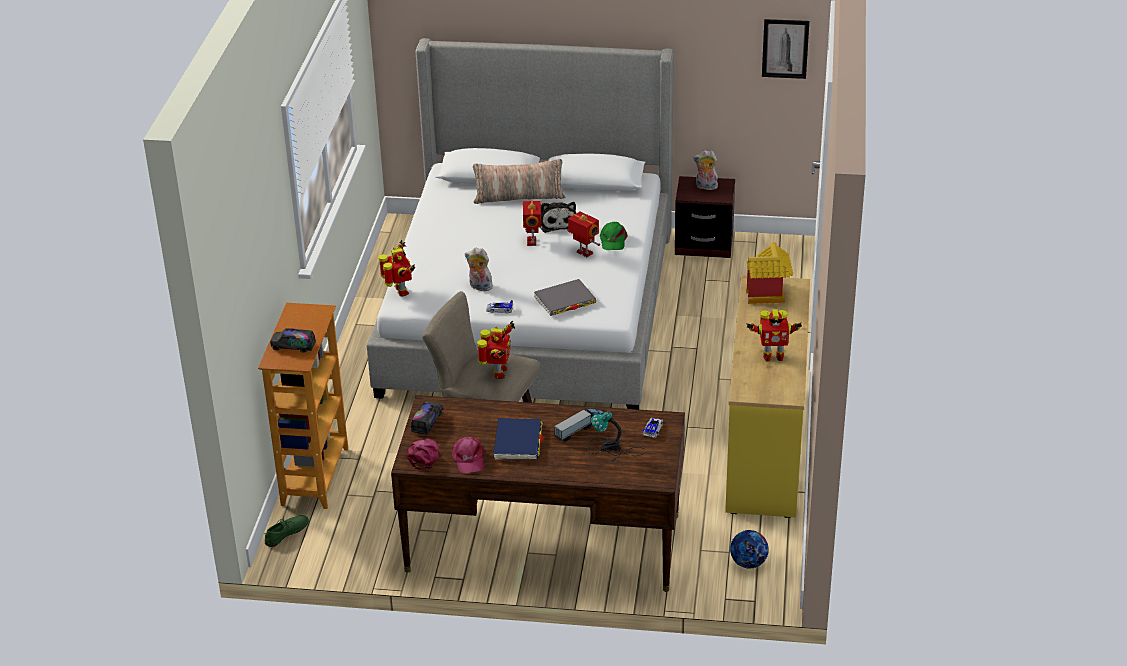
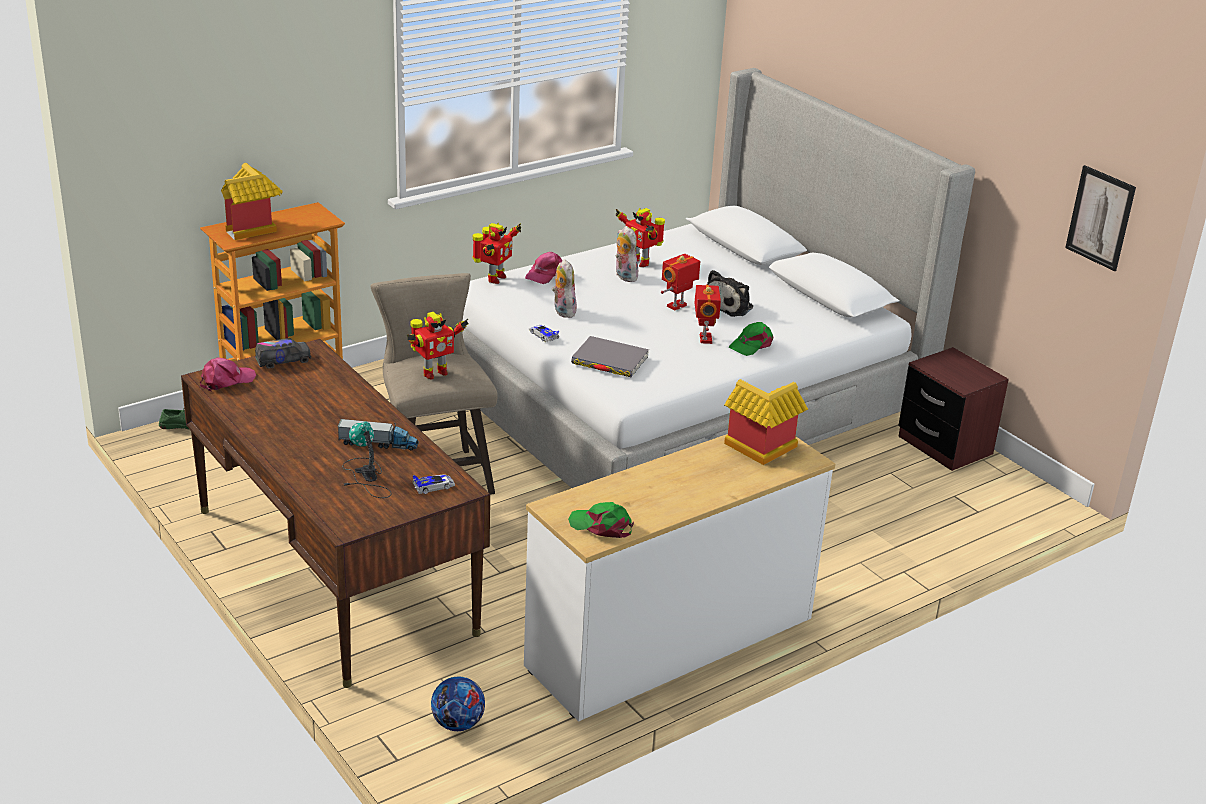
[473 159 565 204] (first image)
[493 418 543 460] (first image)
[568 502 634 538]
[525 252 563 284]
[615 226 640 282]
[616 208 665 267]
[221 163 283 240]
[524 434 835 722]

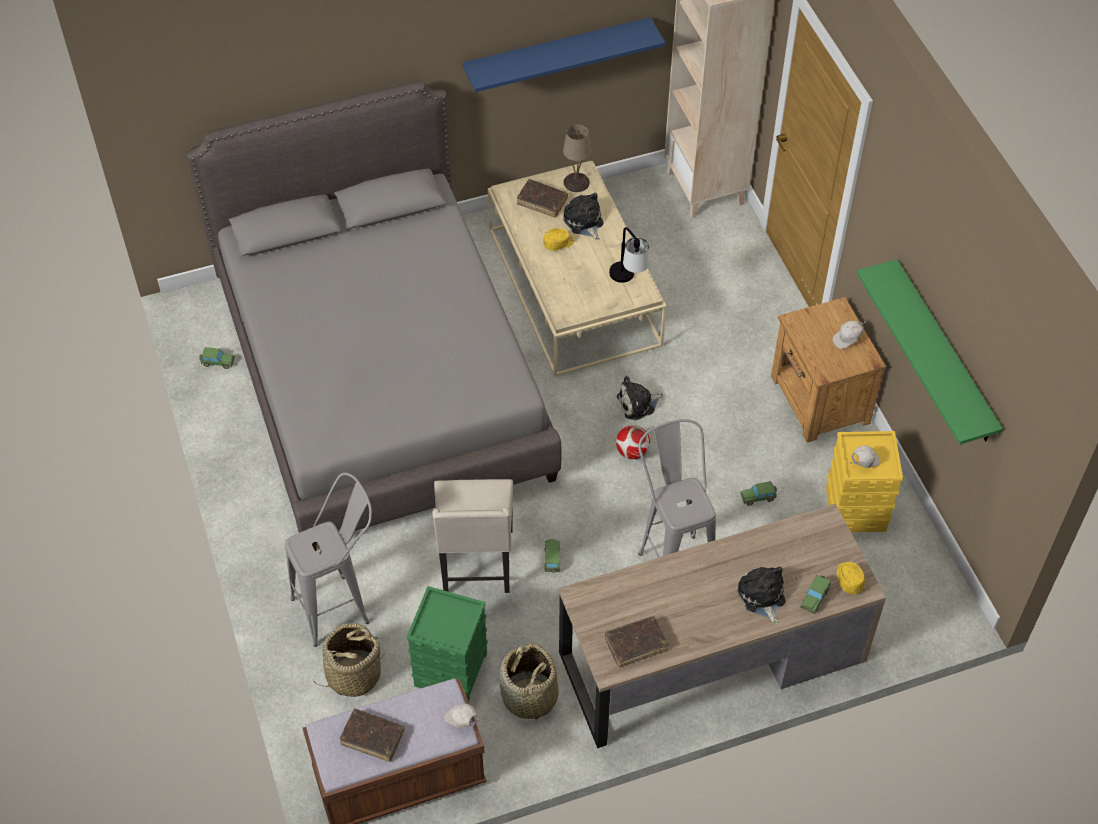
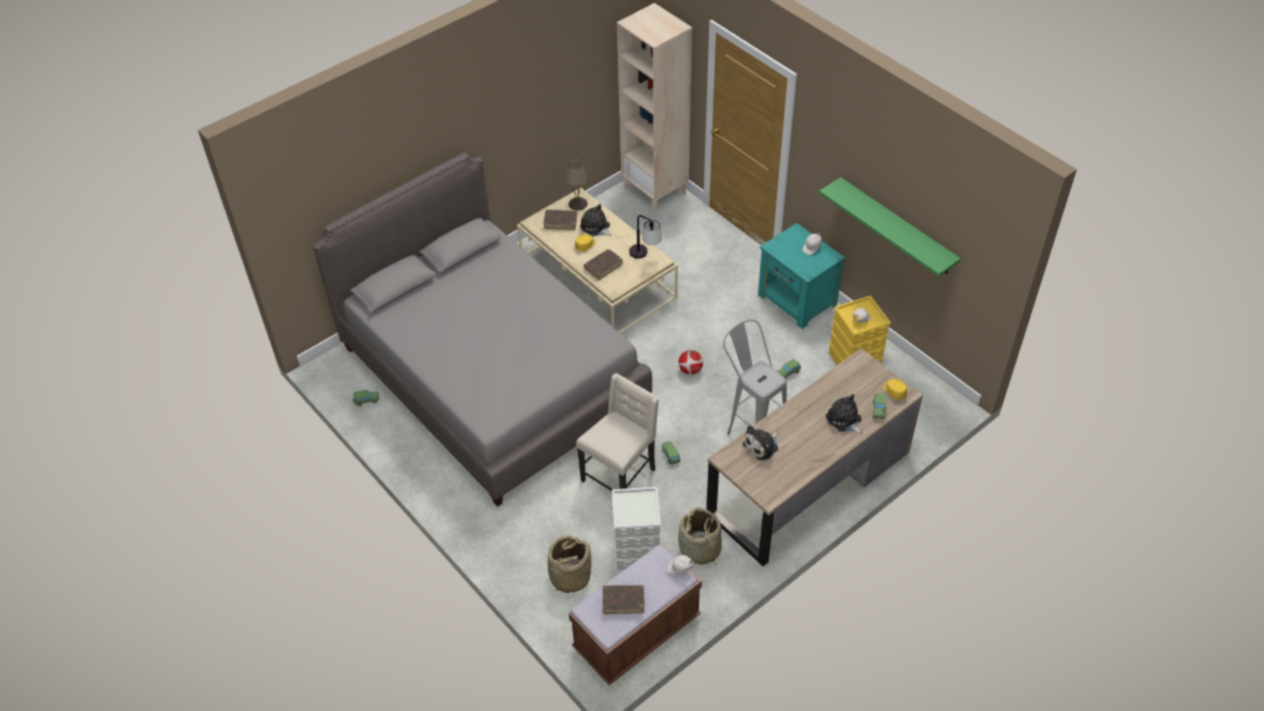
[285 472 372 647] (first image)
[462 17 665 92] (first image)
[584 249 623 280]
[742 425 778 461]
[612 487 661 570]
[758 223 845 329]
[576 373 659 491]

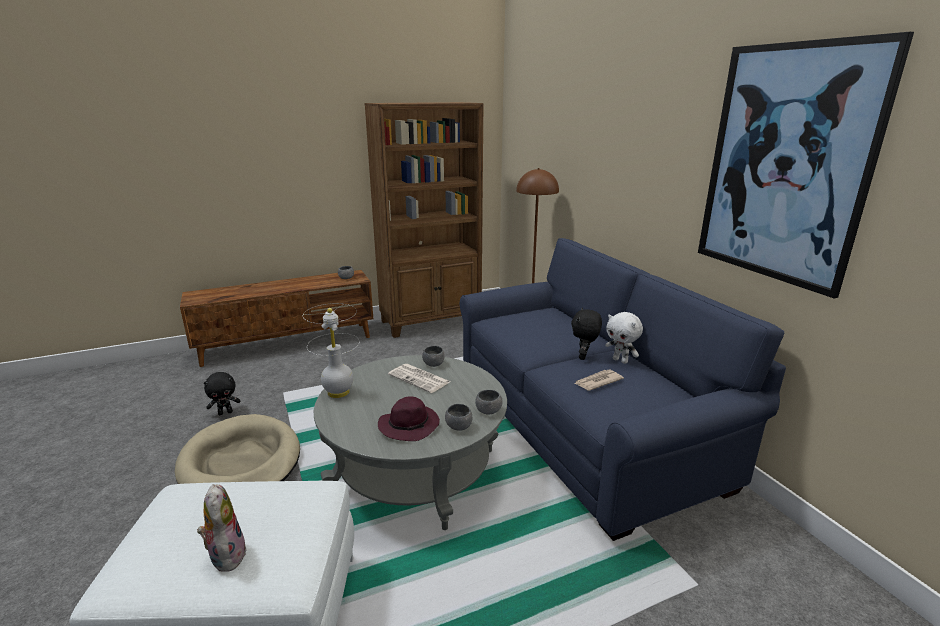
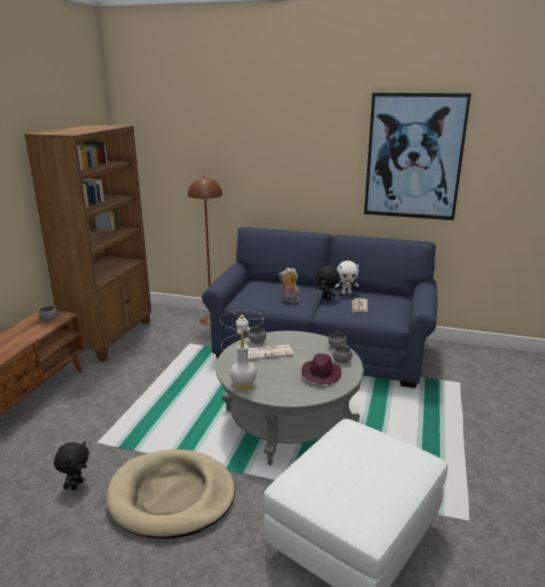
[279 268 299 303]

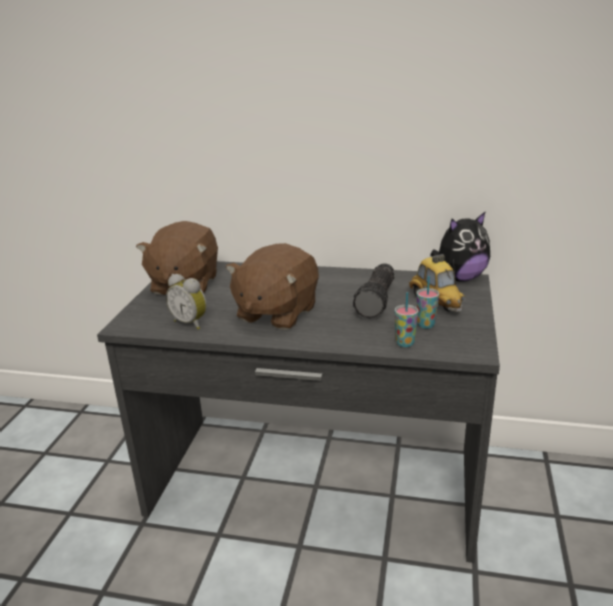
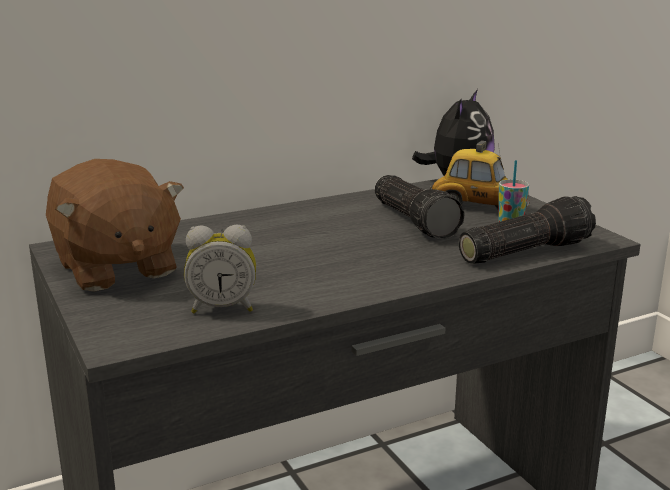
[226 243 319 330] (first image)
[458 196 596 264]

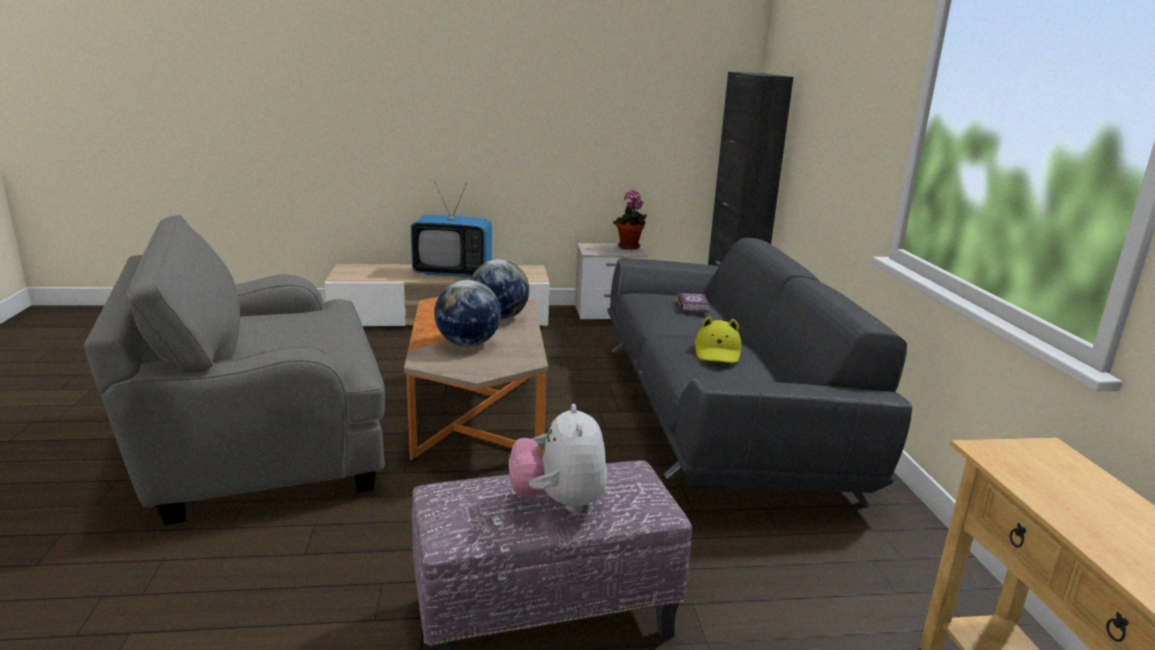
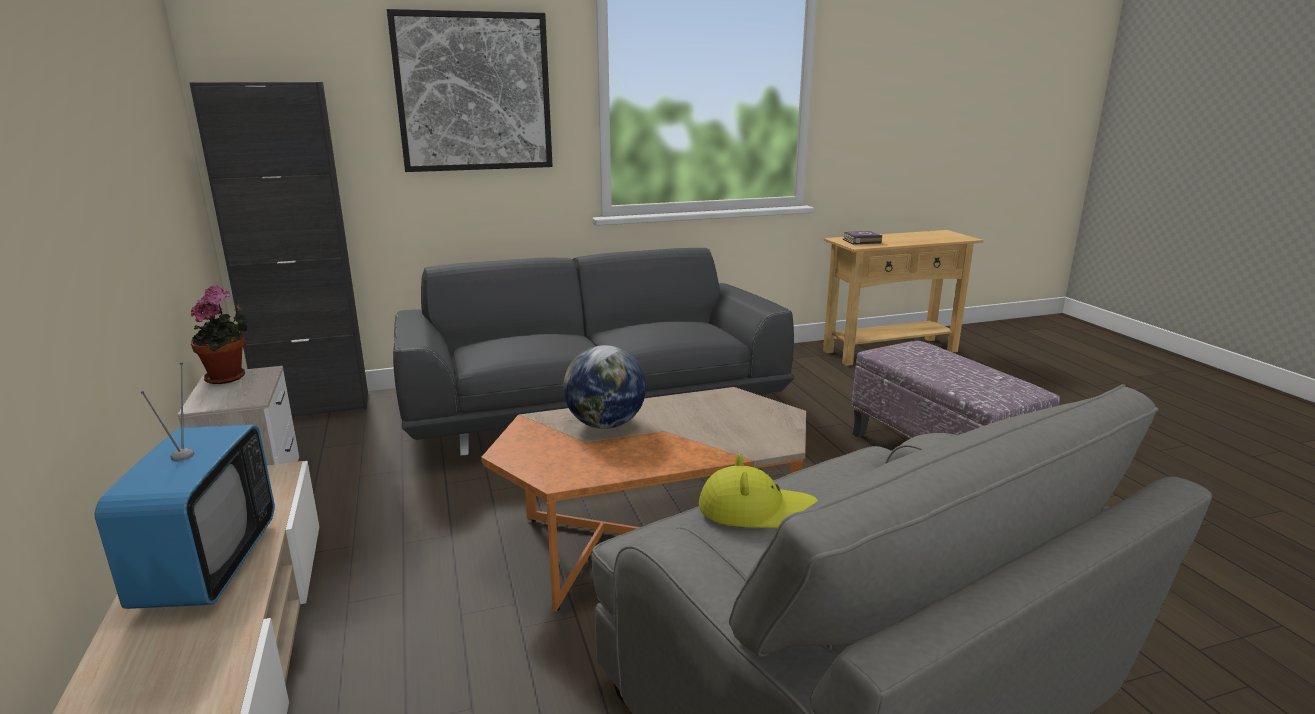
[434 280 501 347] (first image)
[509 404 607 512] (first image)
[387 9 553 172]
[842 231 882 245]
[699 454 818 528]

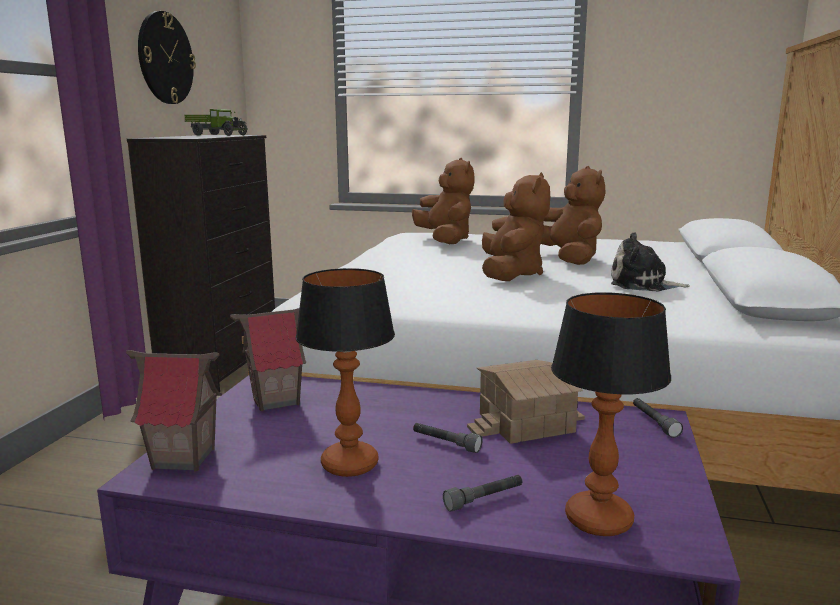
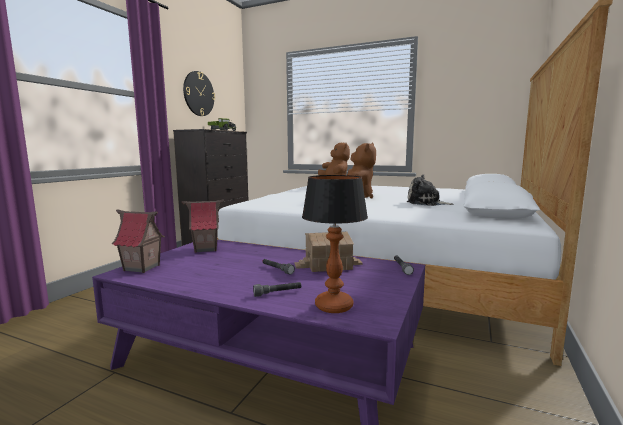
[296 268 395 477] (first image)
[541 166 605 265] (first image)

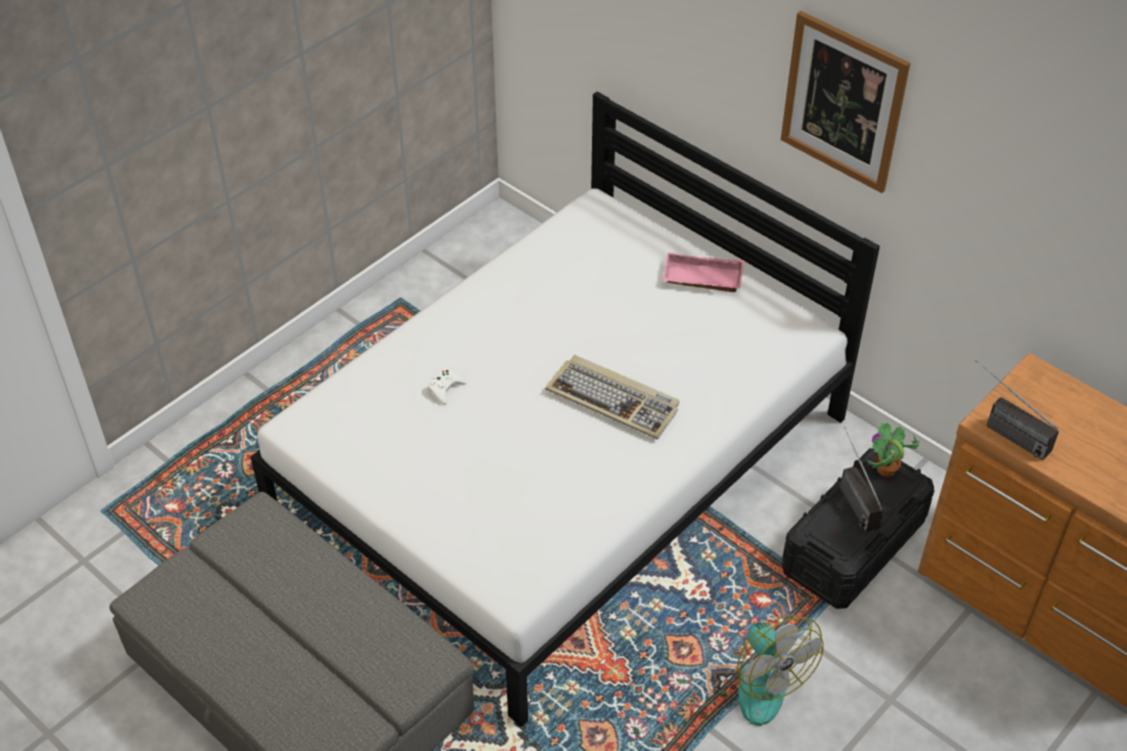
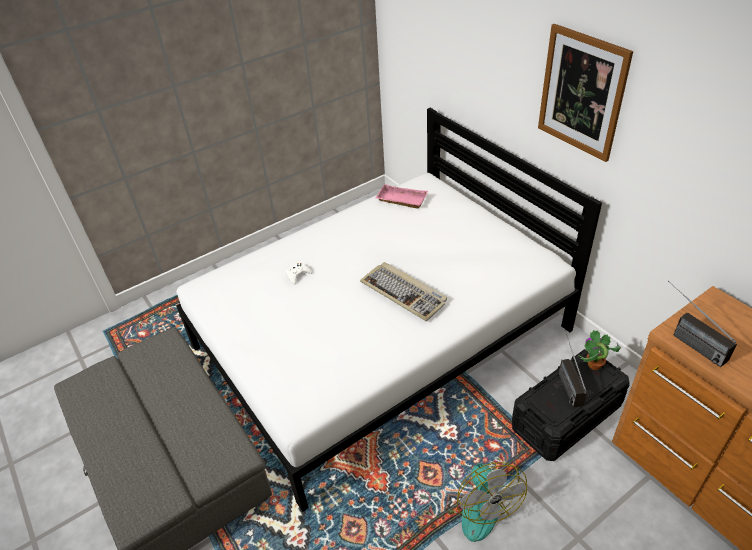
[375 184 428 209]

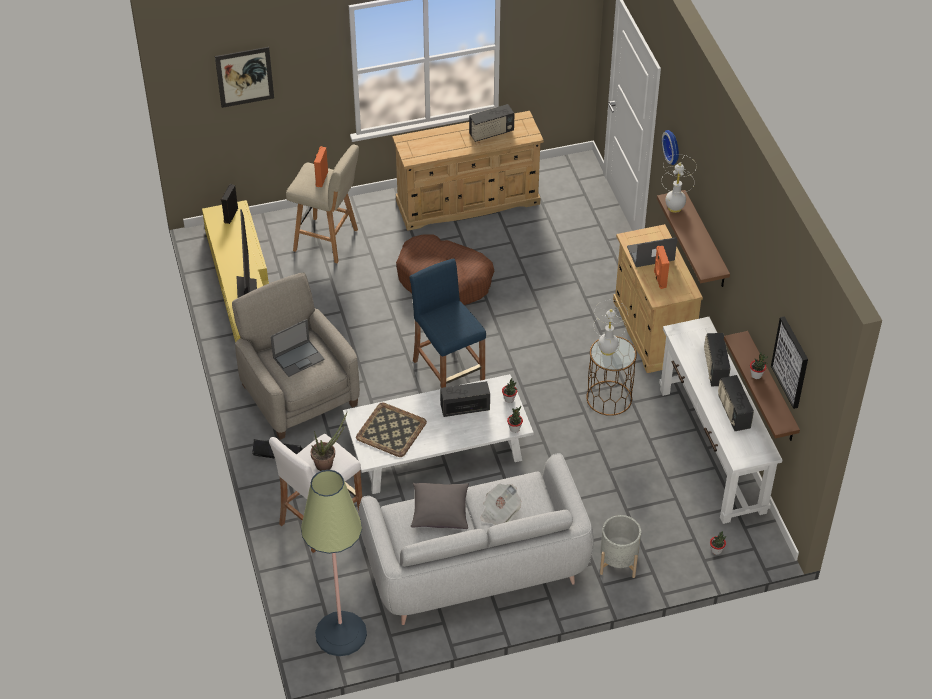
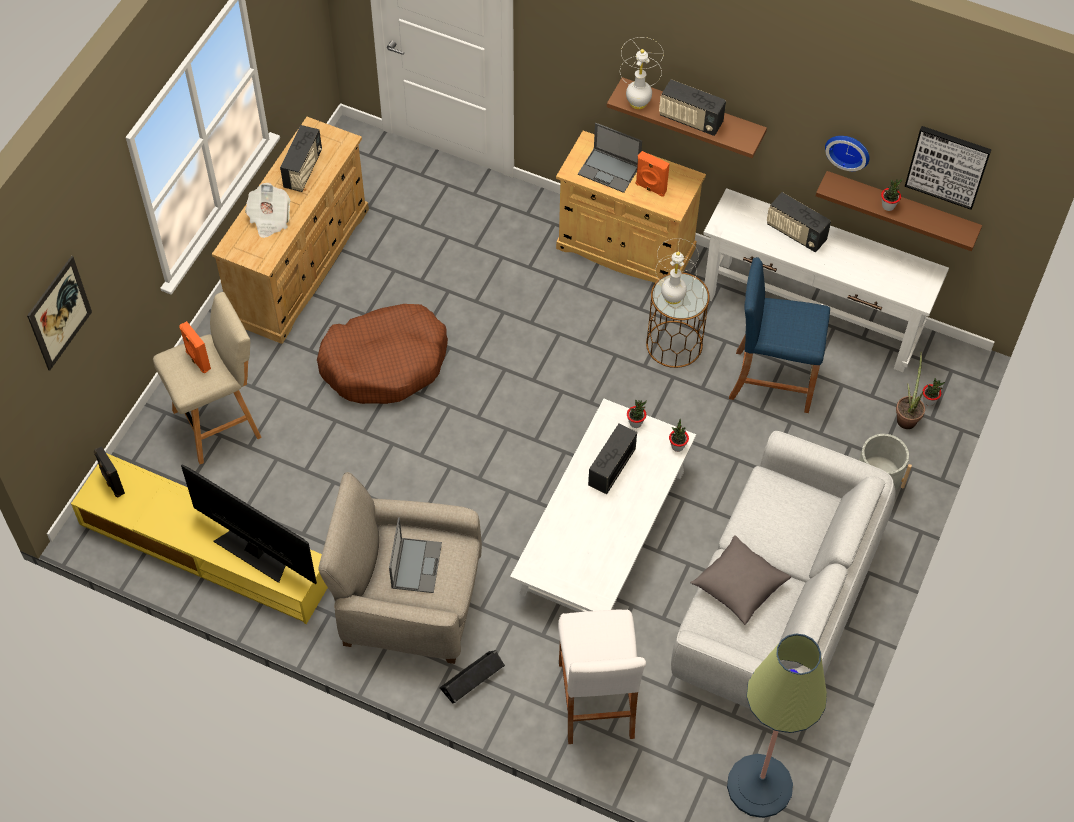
[356 402 427 457] (first image)
[896 352 925 429]
[729 257 830 413]
[245 183 290 238]
[825 136 870 171]
[659 79 726 136]
[578 123 642 193]

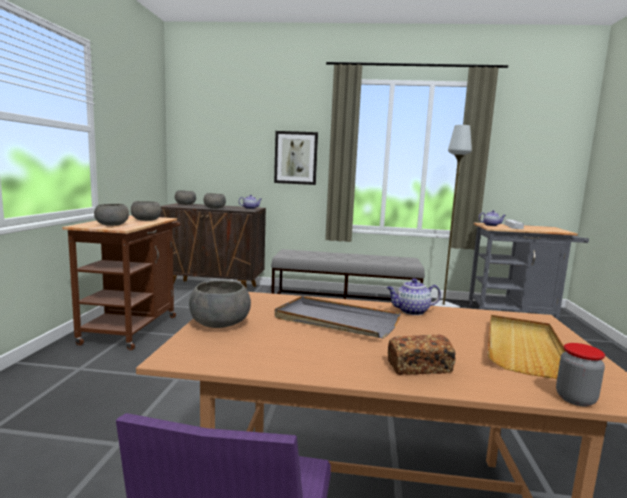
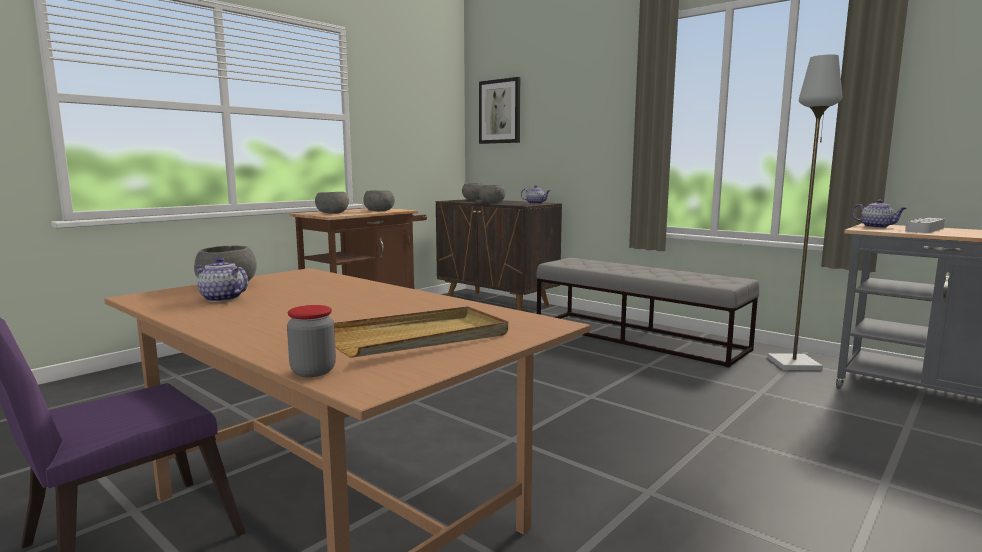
[274 296 400 339] (first image)
[388 334 456 375] (first image)
[479 77 520 144]
[195 257 248 302]

